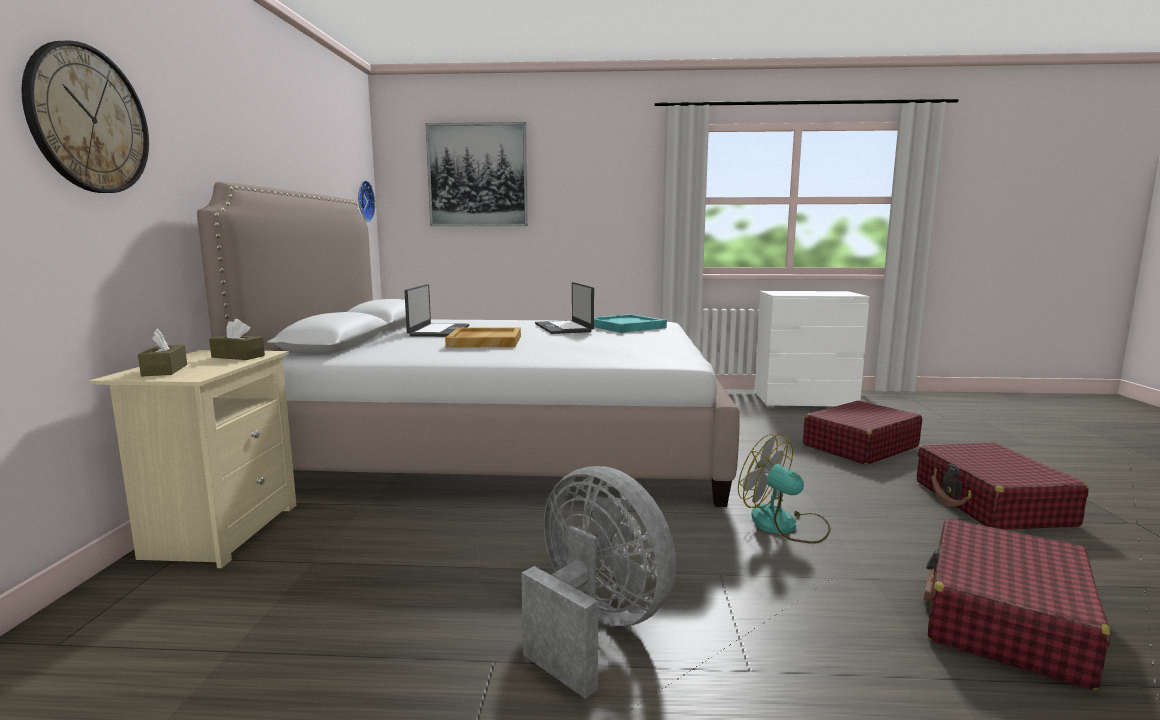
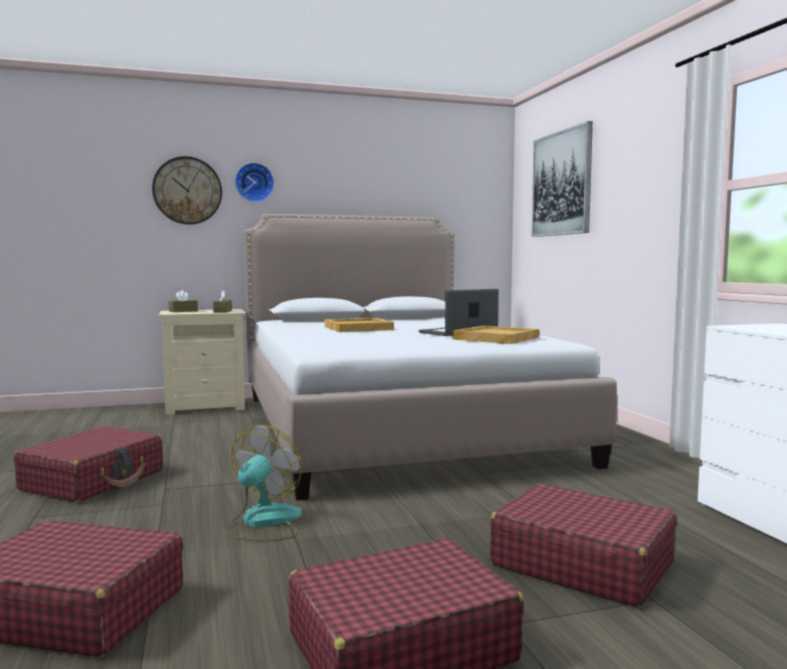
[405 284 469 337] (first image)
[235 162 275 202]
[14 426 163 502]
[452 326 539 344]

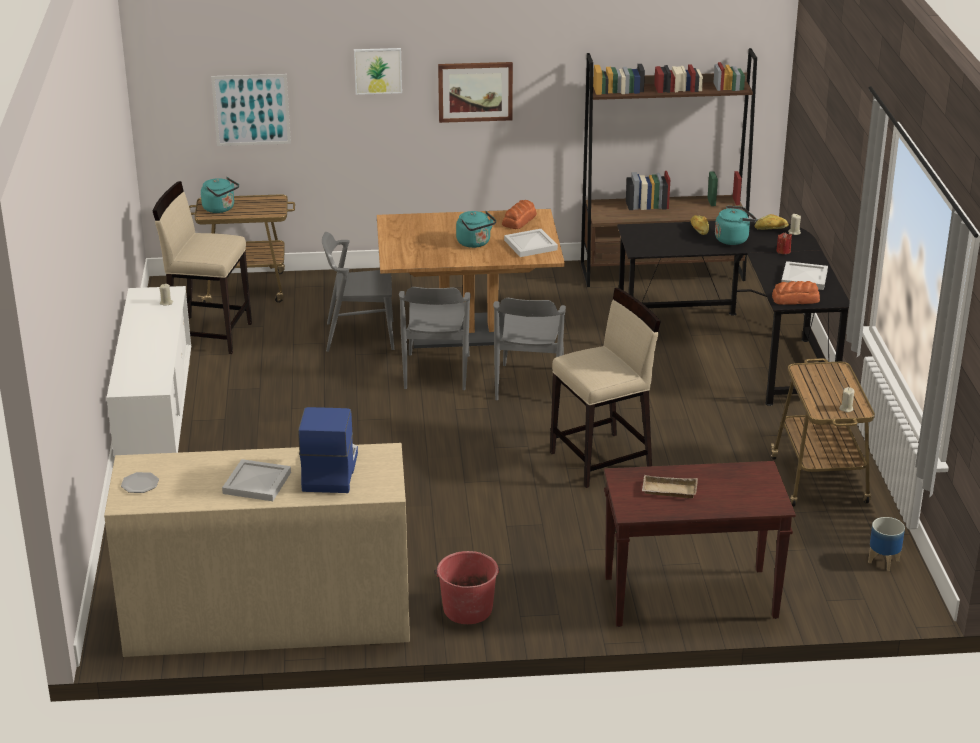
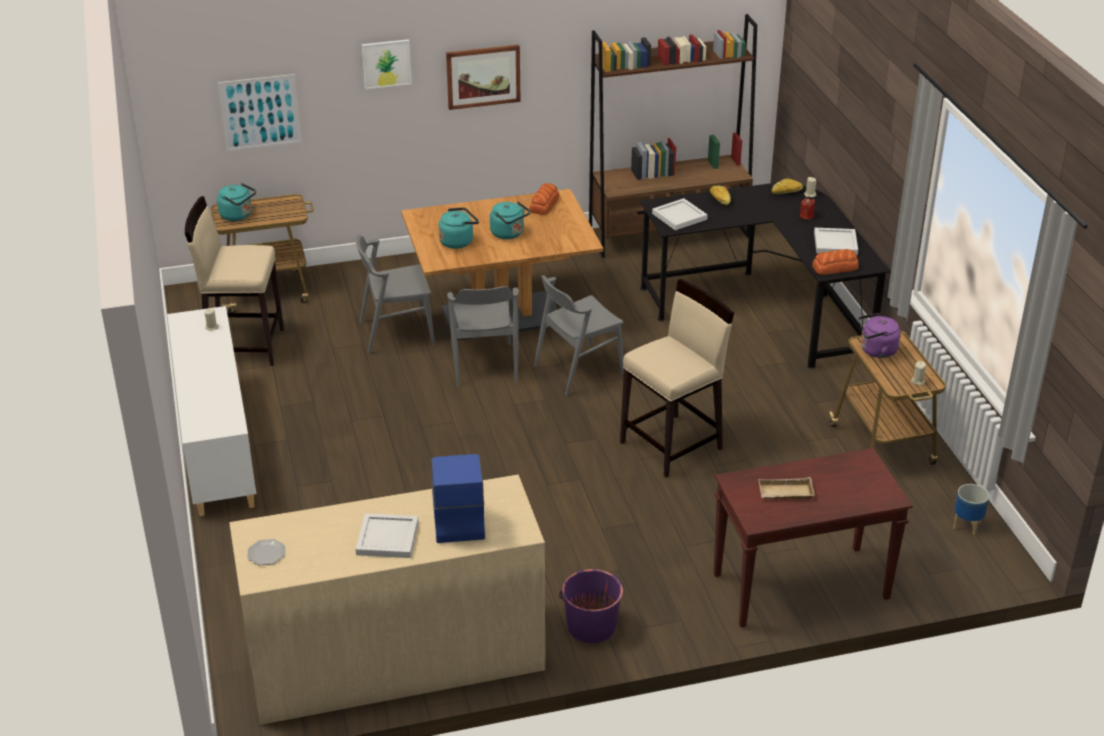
[858 313 901 358]
[652 198 708 230]
[438 207 479 249]
[559 569 624 643]
[534 275 624 395]

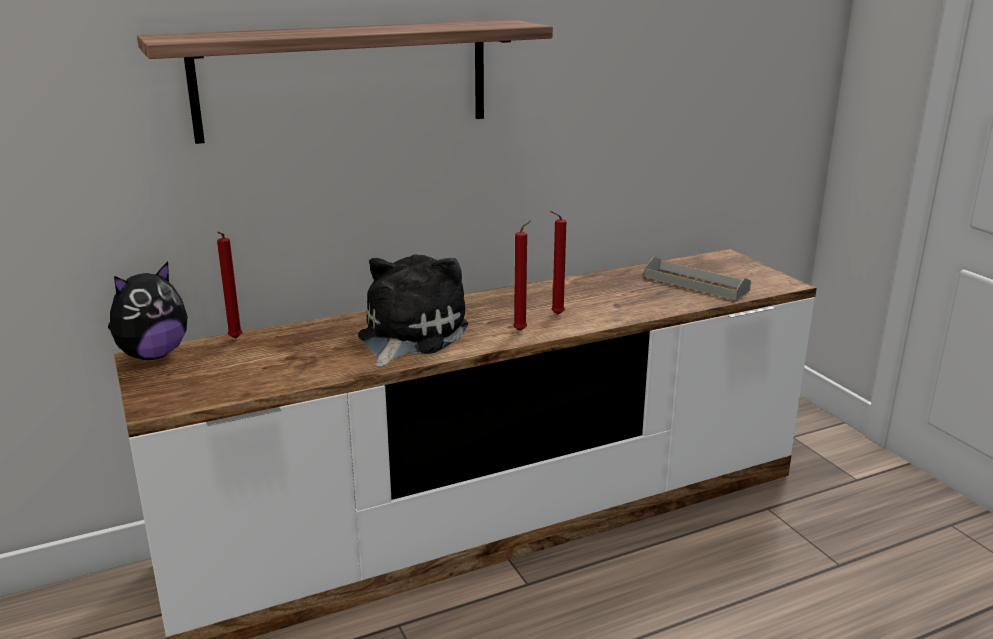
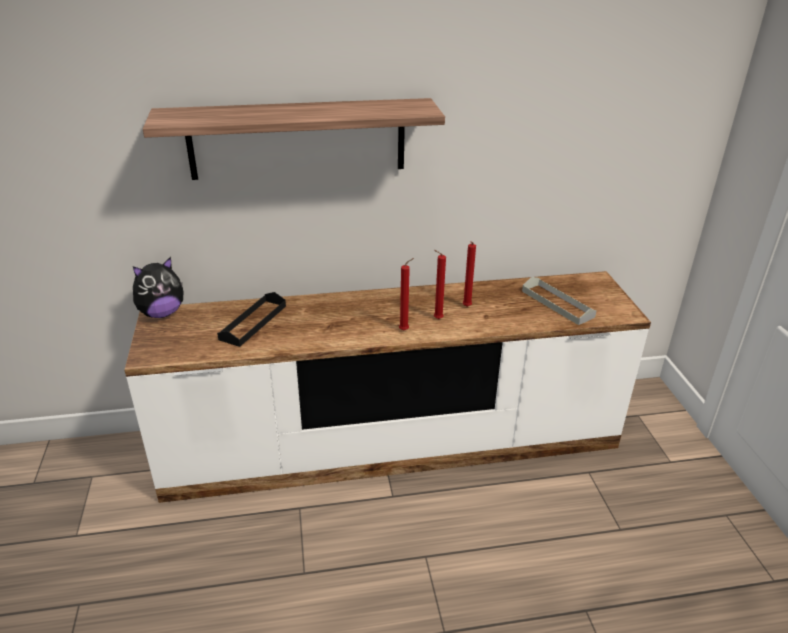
[358 254 468 367] (first image)
[217 292 286 347]
[463 241 476 307]

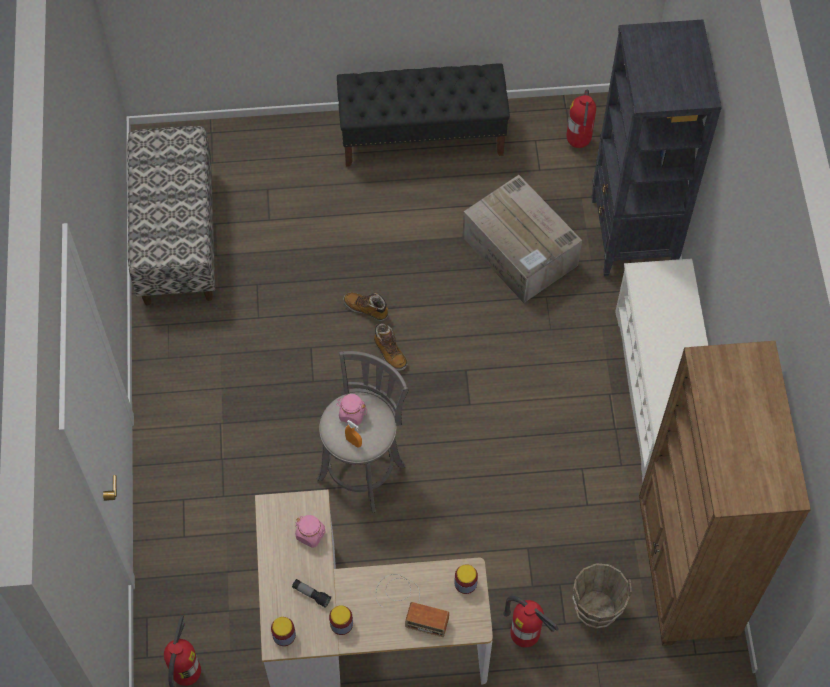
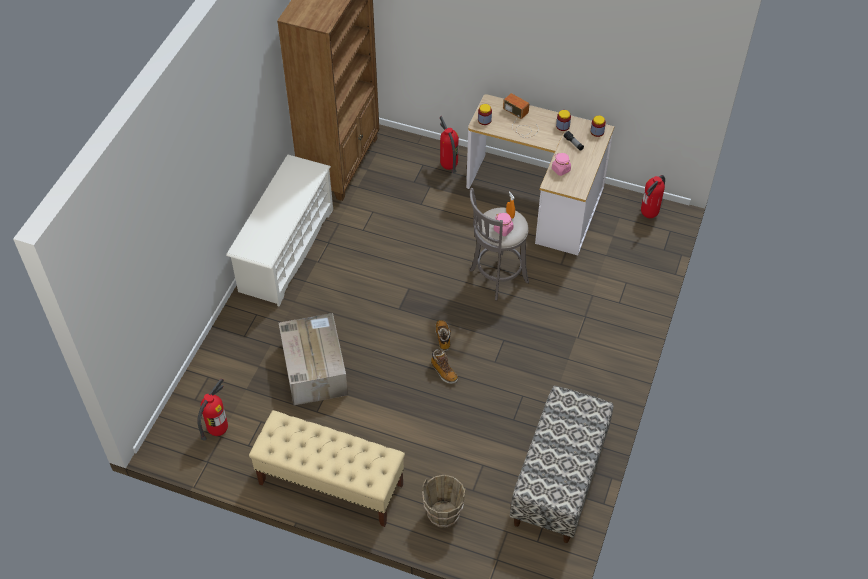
[591 19 722 276] (first image)
[422 475 466 528]
[249 410 405 527]

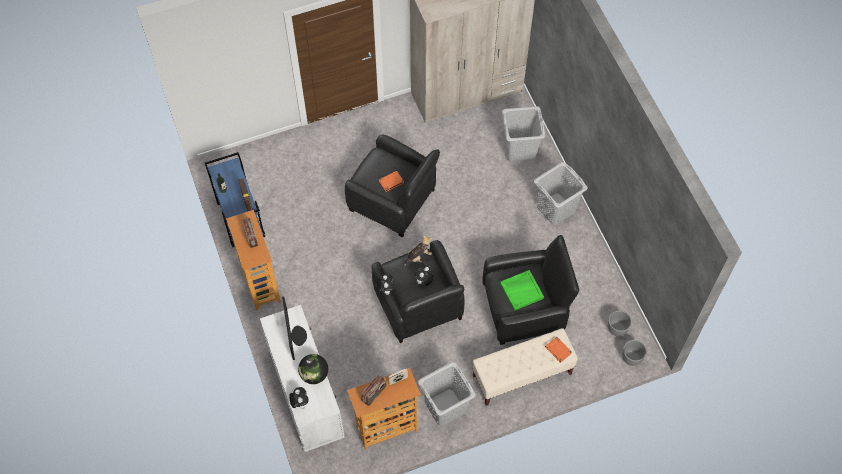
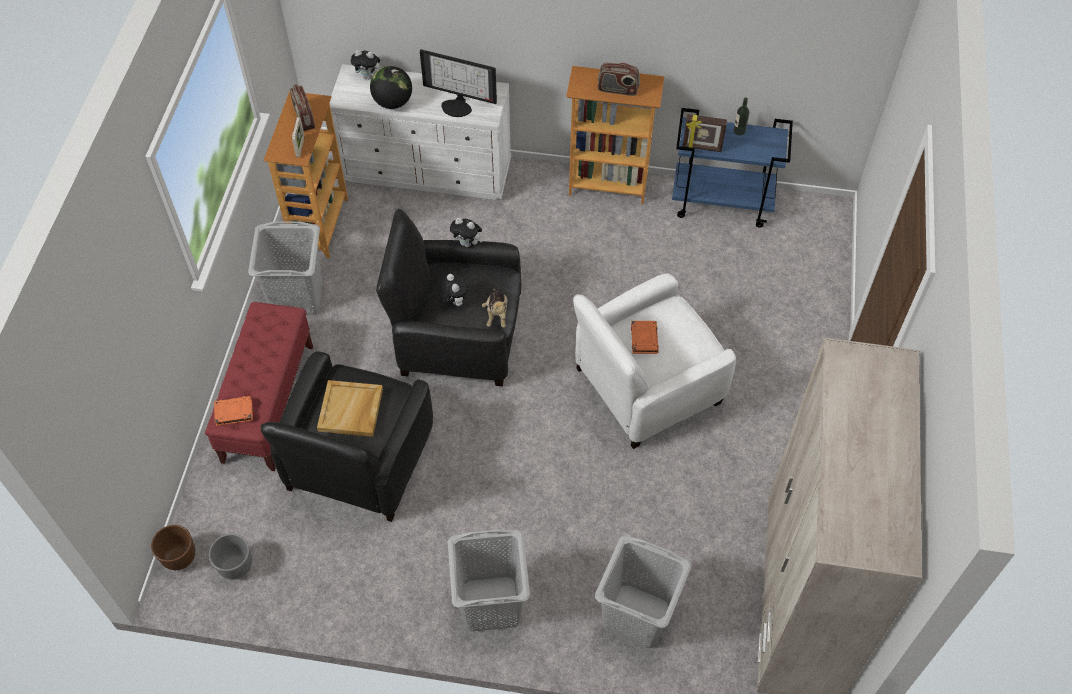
[573 274 736 449]
[205 302 313 471]
[317 380 383 437]
[151 525 195 570]

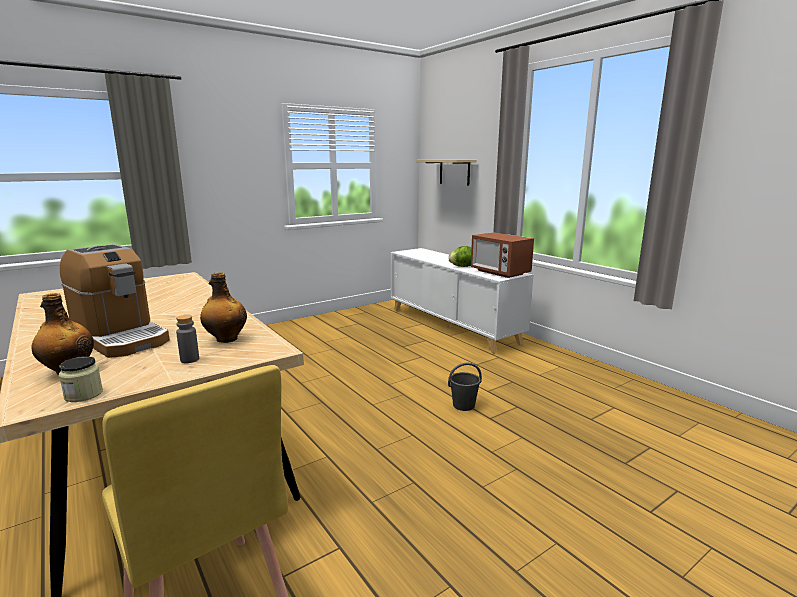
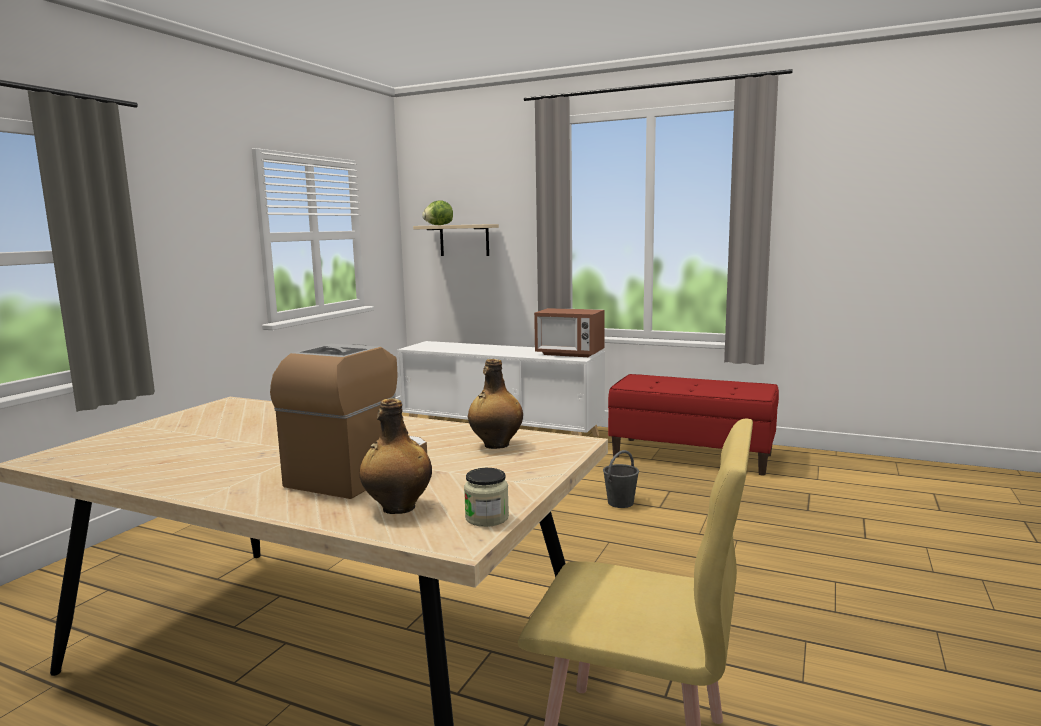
[176 315 199 363] (first image)
[608 374 779 476]
[422 200 453 225]
[270 344 427 499]

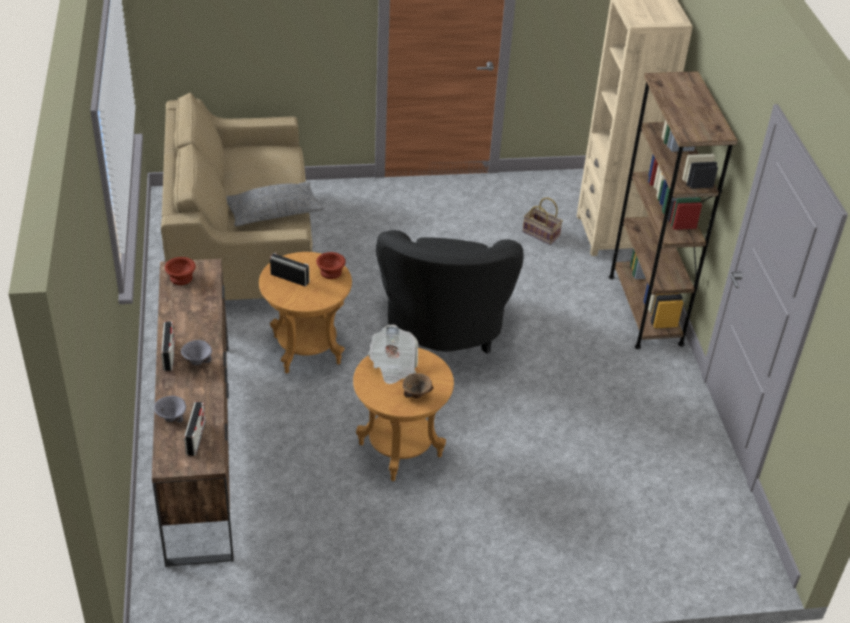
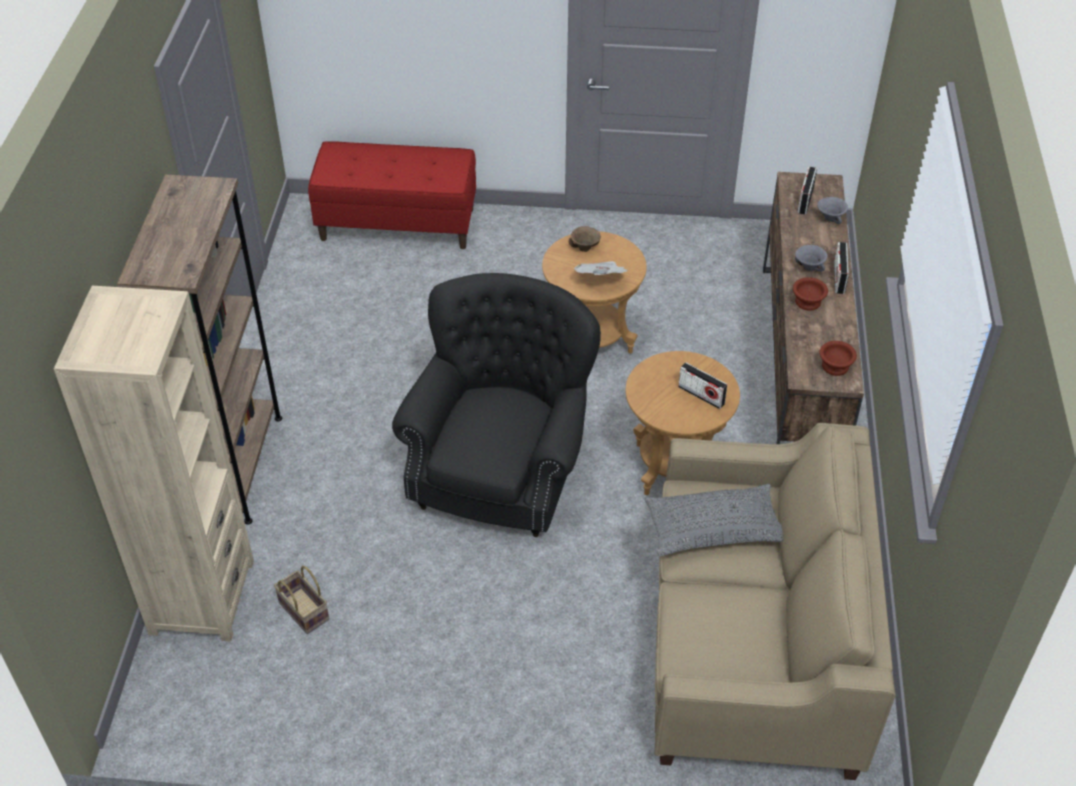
[308 141 476 249]
[793 277 828 311]

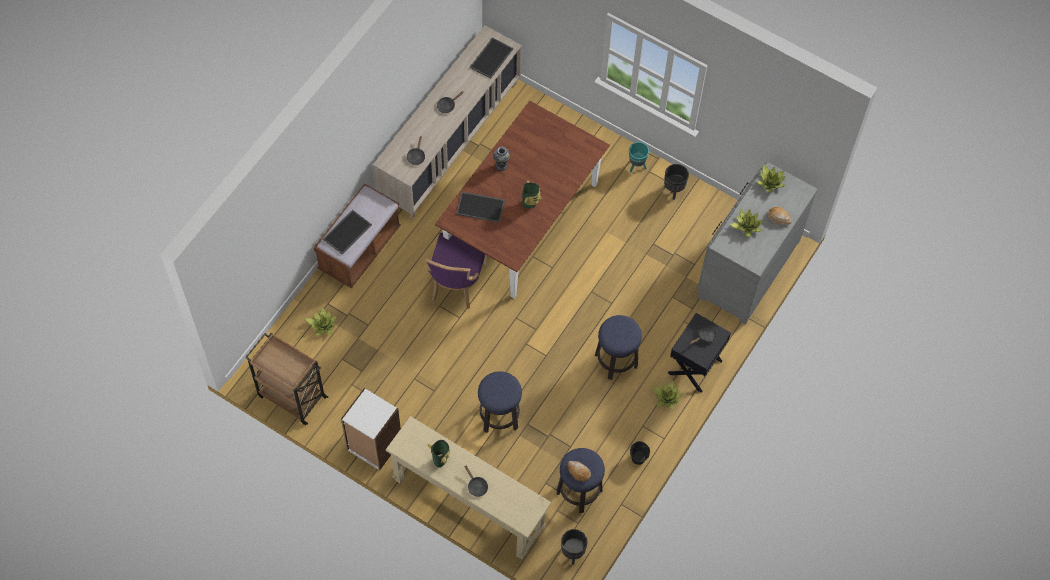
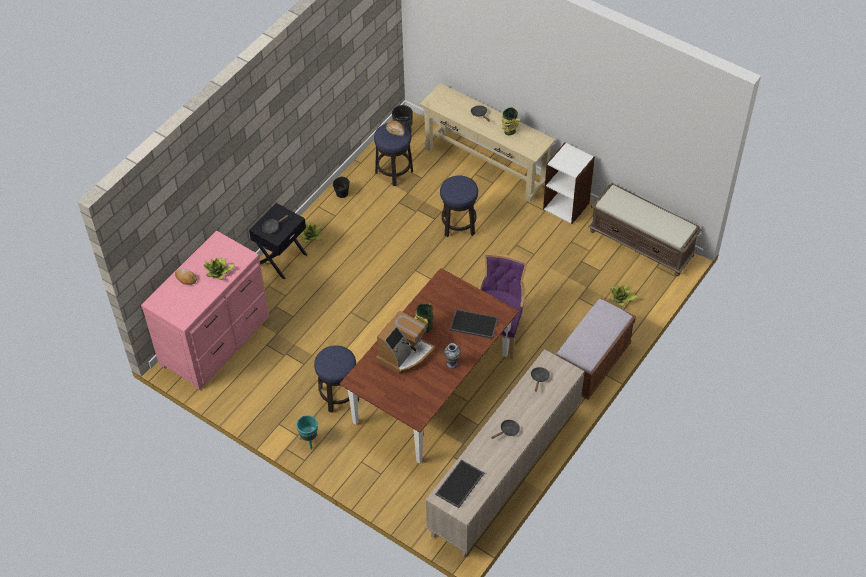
[323 210 372 254] (first image)
[664 164 689 200] (first image)
[757 164 786 193] (first image)
[376 311 435 374]
[314 346 359 413]
[589 183 701 276]
[141 230 269 390]

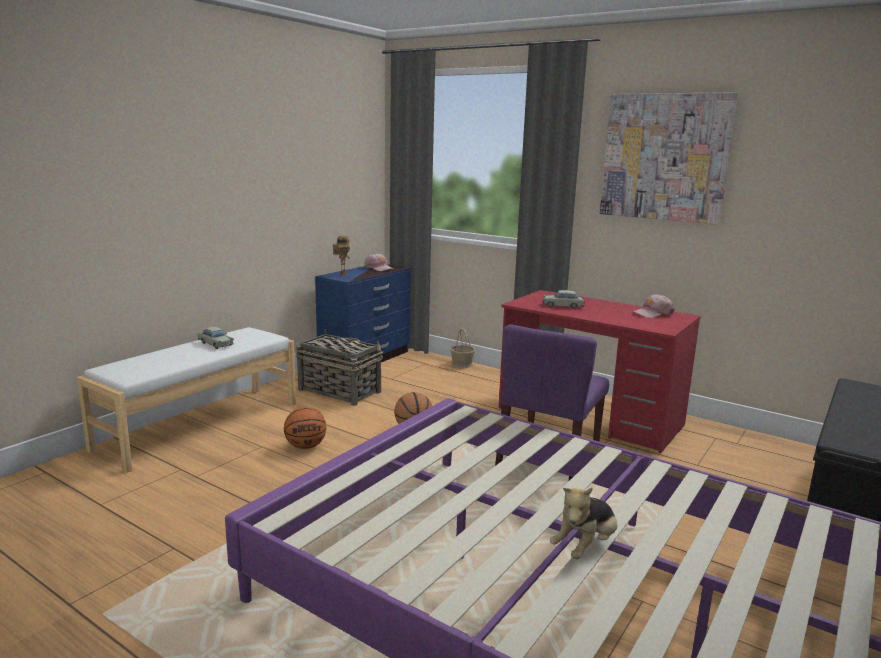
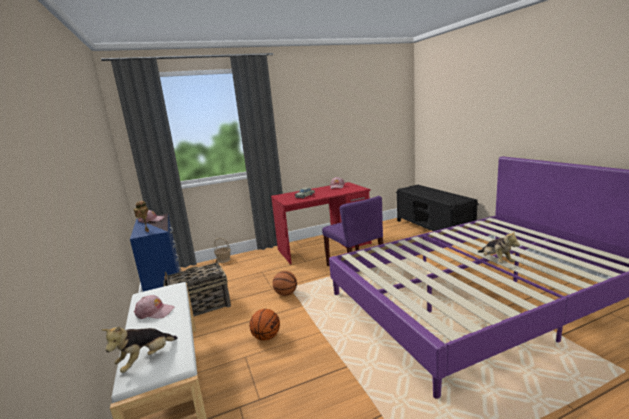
[600 92 738 224] (first image)
[102 326 178 373]
[134 295 174 319]

